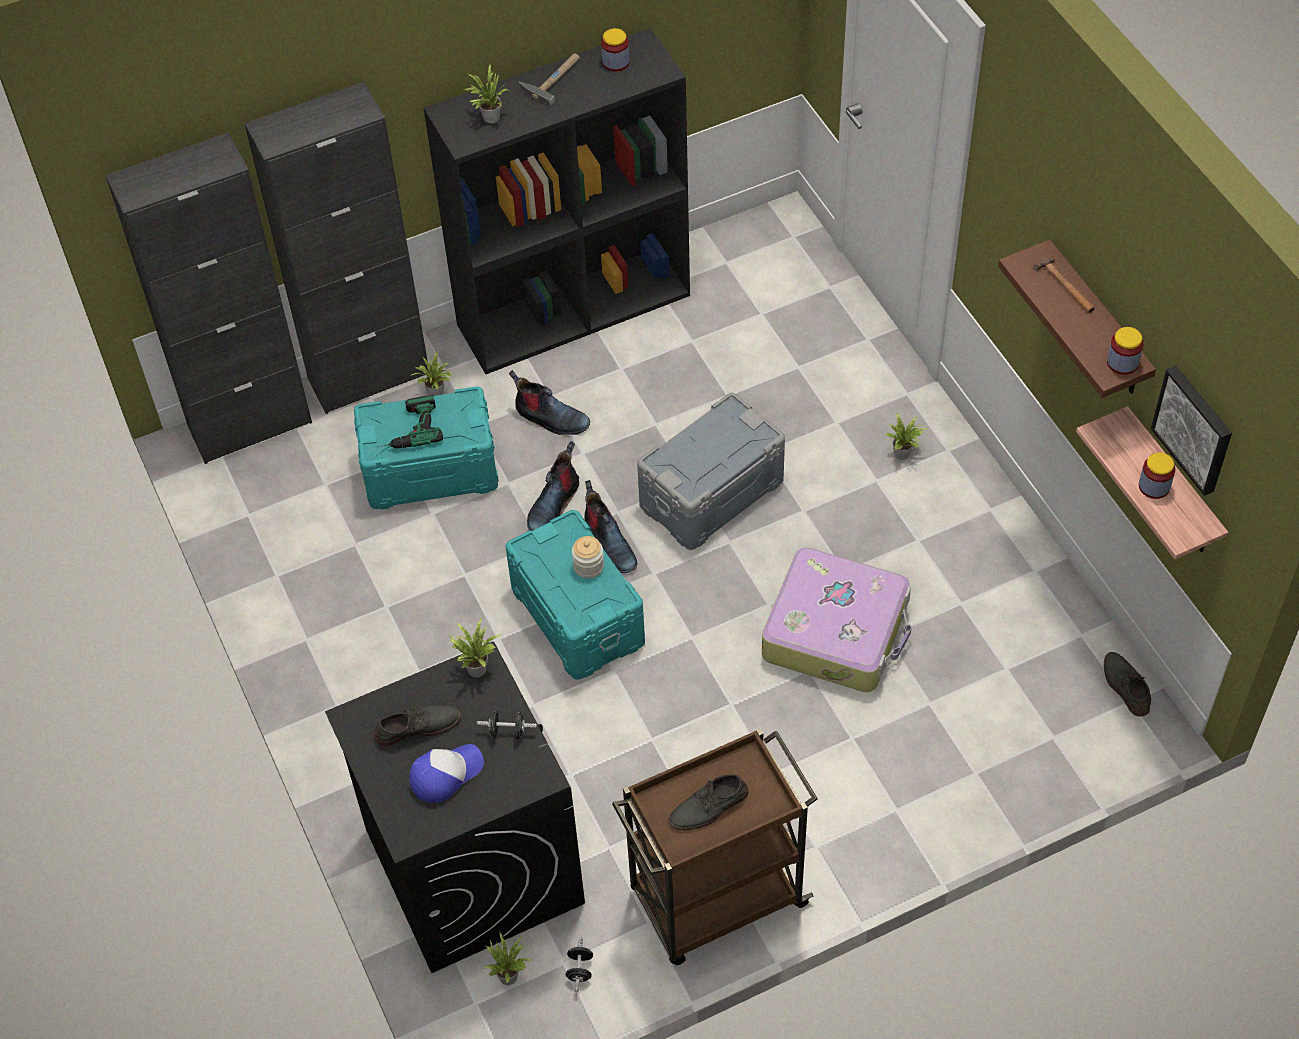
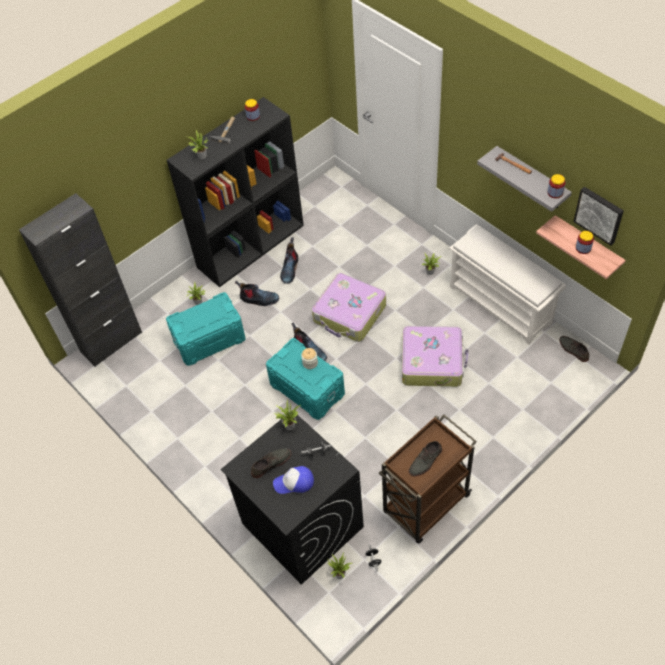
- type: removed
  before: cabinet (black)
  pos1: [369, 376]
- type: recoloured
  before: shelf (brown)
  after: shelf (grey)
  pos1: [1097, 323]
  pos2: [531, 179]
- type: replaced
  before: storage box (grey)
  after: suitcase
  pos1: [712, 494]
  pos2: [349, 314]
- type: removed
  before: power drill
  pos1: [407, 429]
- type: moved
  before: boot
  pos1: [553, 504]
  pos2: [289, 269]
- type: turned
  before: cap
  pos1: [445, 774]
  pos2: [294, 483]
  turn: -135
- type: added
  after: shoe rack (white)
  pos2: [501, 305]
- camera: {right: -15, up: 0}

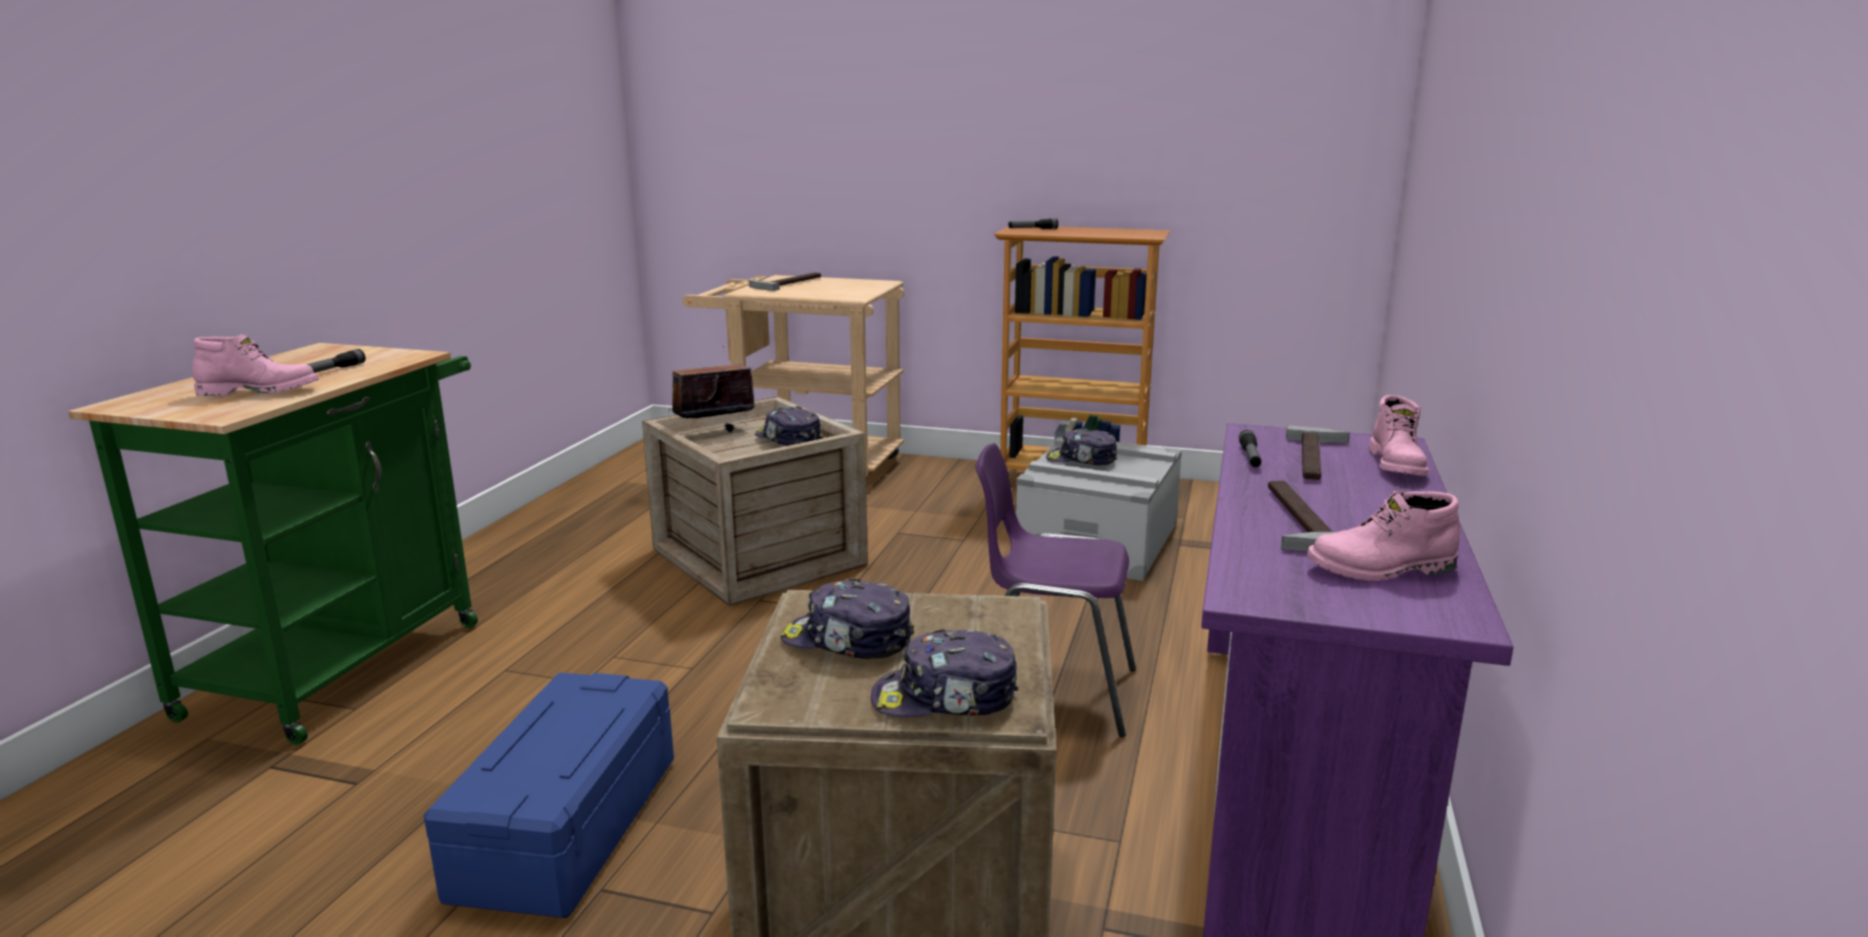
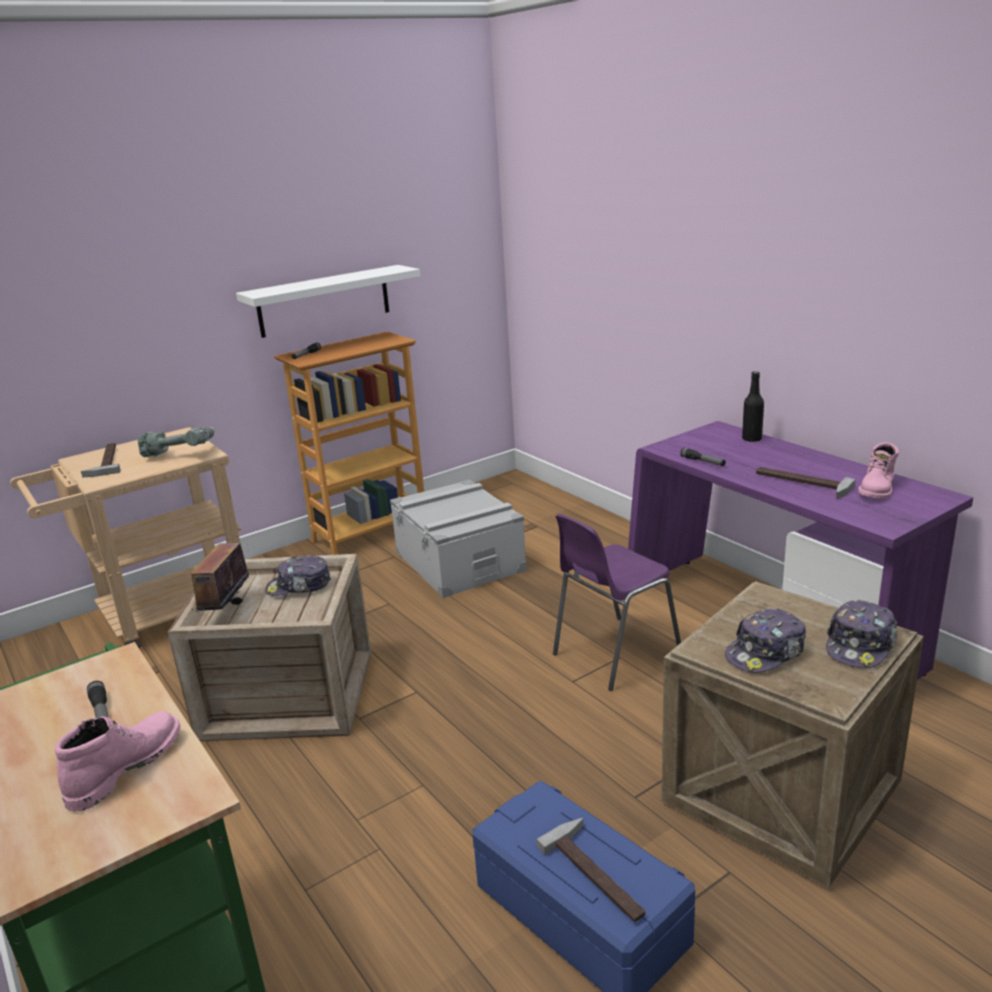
- type: replaced
  before: boot (pink)
  after: bottle (black)
  pos1: [1398, 465]
  pos2: [751, 439]
- type: moved
  before: hammer
  pos1: [1318, 459]
  pos2: [599, 873]
- type: removed
  before: cap
  pos1: [1081, 460]
- type: added
  after: shelf (white)
  pos2: [324, 301]
- type: added
  after: power drill
  pos2: [181, 453]
- camera: {right: -50, up: 5}

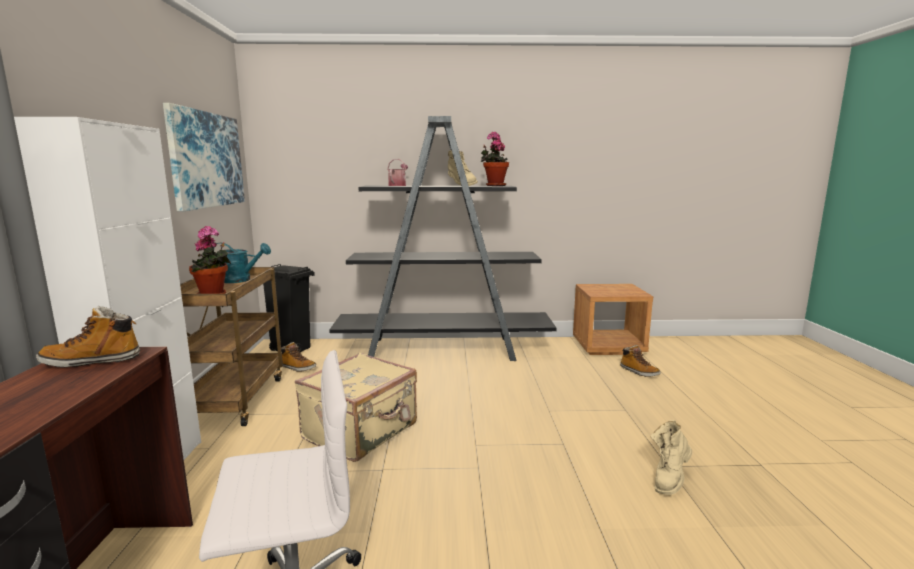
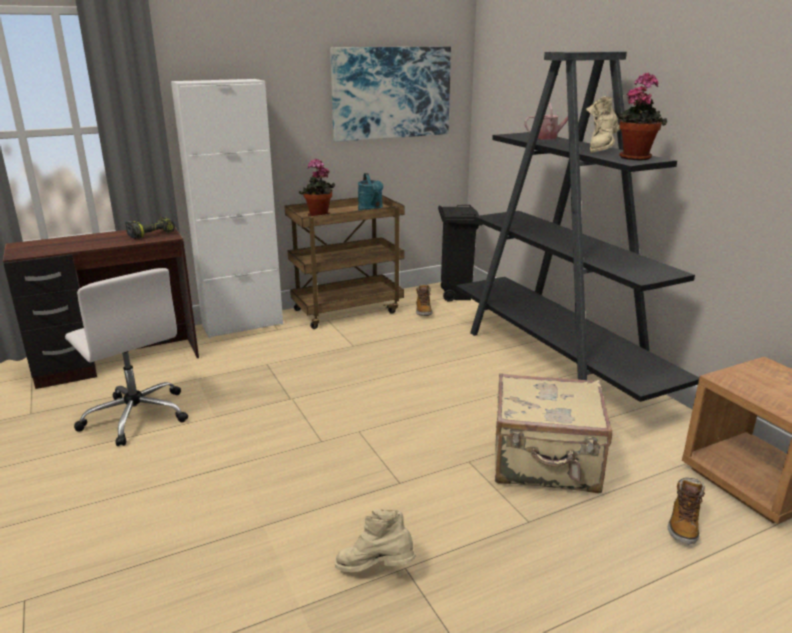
- type: replaced
  before: boot
  after: power drill
  pos1: [93, 361]
  pos2: [151, 233]
- type: moved
  before: suitcase (beige)
  pos1: [362, 432]
  pos2: [545, 464]
- camera: {right: 65, up: 10}

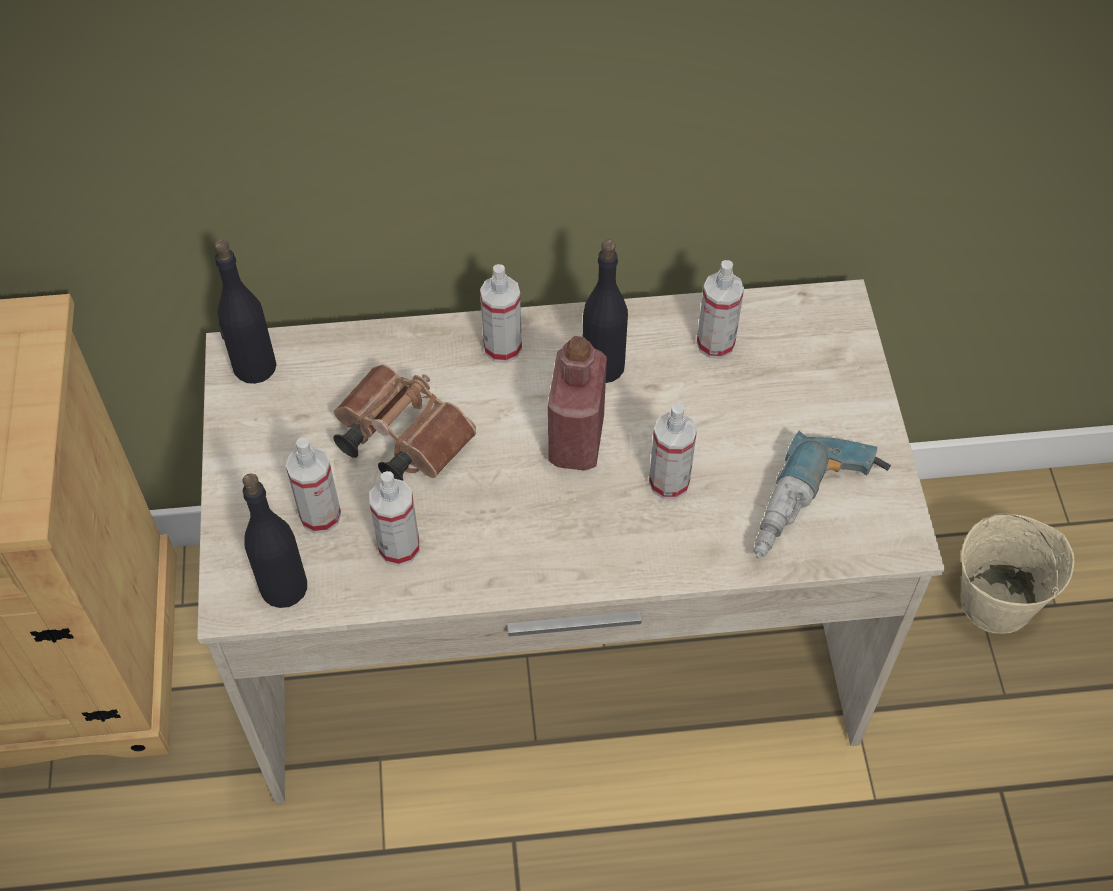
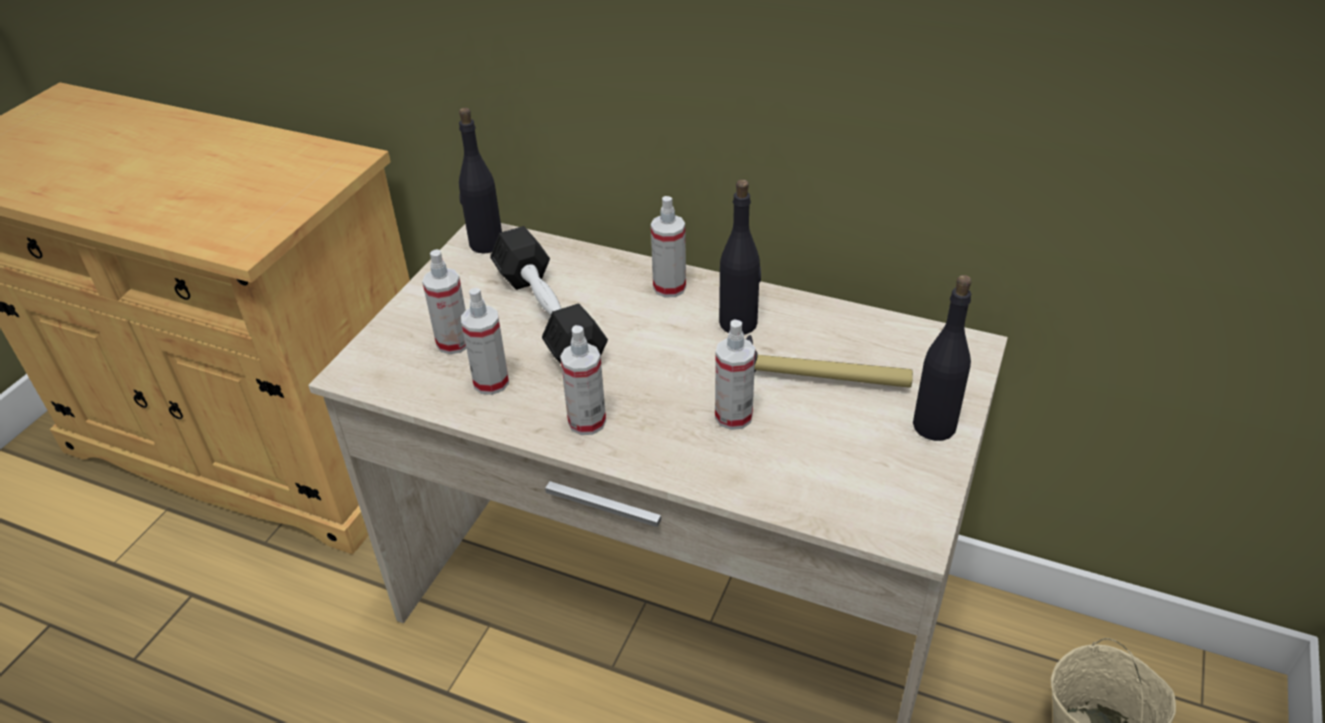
- type: moved
  before: spray bottle
  pos1: [715, 343]
  pos2: [587, 422]
- type: removed
  before: bottle (red)
  pos1: [576, 440]
- type: replaced
  before: binoculars (brown)
  after: dumbbell (black)
  pos1: [398, 438]
  pos2: [548, 316]
- type: removed
  before: power drill
  pos1: [816, 512]
- type: moved
  before: bottle (black)
  pos1: [283, 587]
  pos2: [934, 425]
- type: added
  after: hammer
  pos2: [821, 378]
- camera: {right: 30, up: -15}

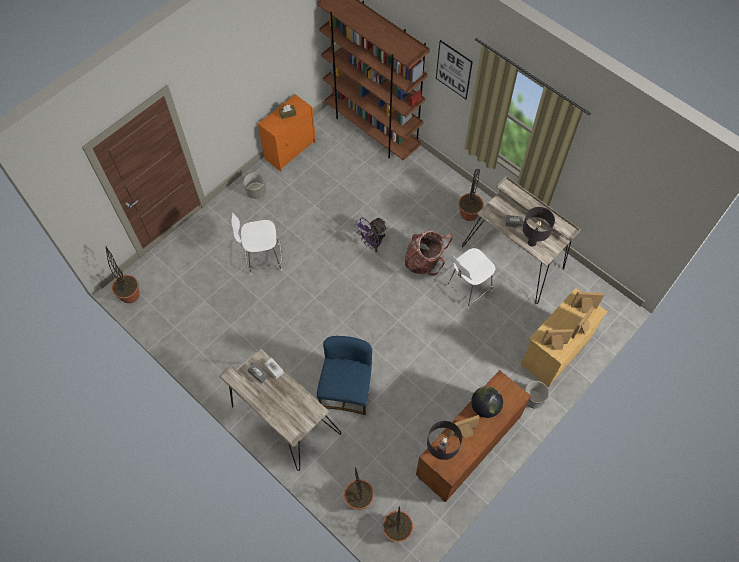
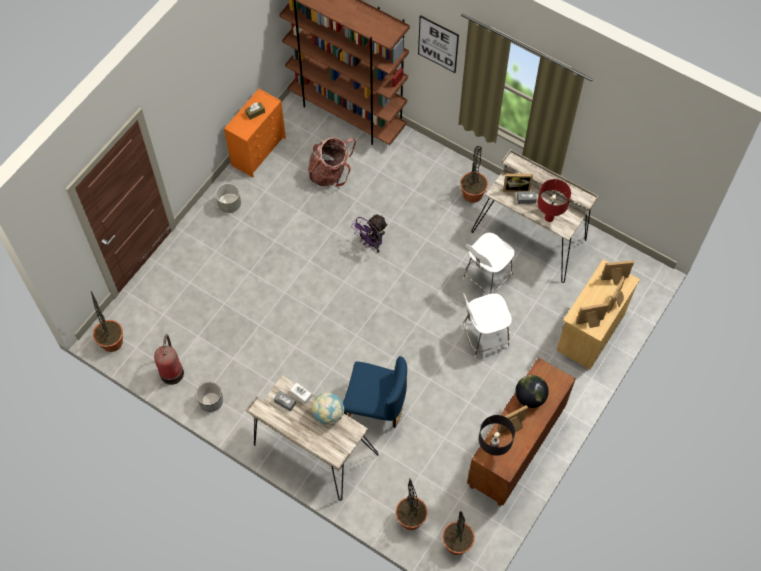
- type: recoloured
  before: table lamp (black)
  after: table lamp (red)
  pos1: [532, 243]
  pos2: [549, 218]
- type: moved
  before: chair (white)
  pos1: [263, 259]
  pos2: [483, 337]
- type: moved
  before: backpack
  pos1: [424, 261]
  pos2: [330, 173]
- type: turned
  before: chair (blue)
  pos1: [346, 390]
  pos2: [375, 407]
  turn: 105
- type: moved
  before: planter
  pos1: [533, 398]
  pos2: [211, 401]
- type: added
  after: picture frame
  pos2: [516, 188]
- type: added
  after: fire extinguisher
  pos2: [172, 371]
- type: added
  after: globe
  pos2: [328, 414]
- camera: {right: -10, up: 0}

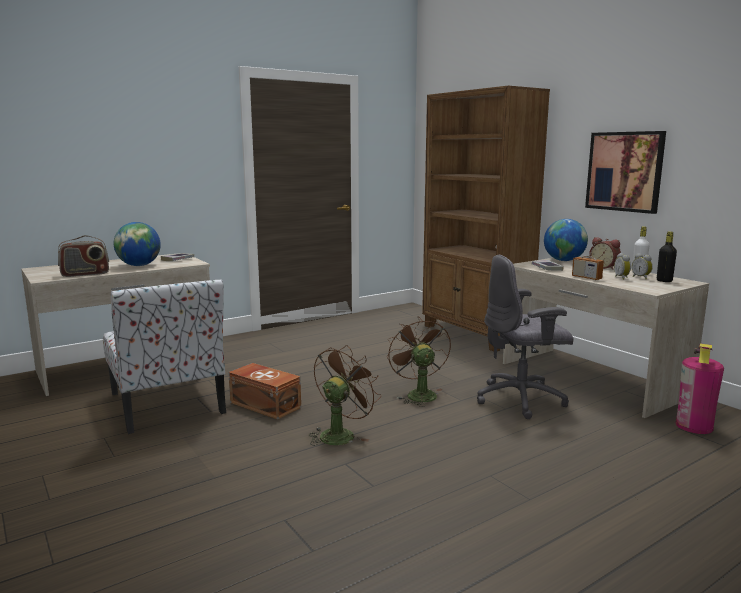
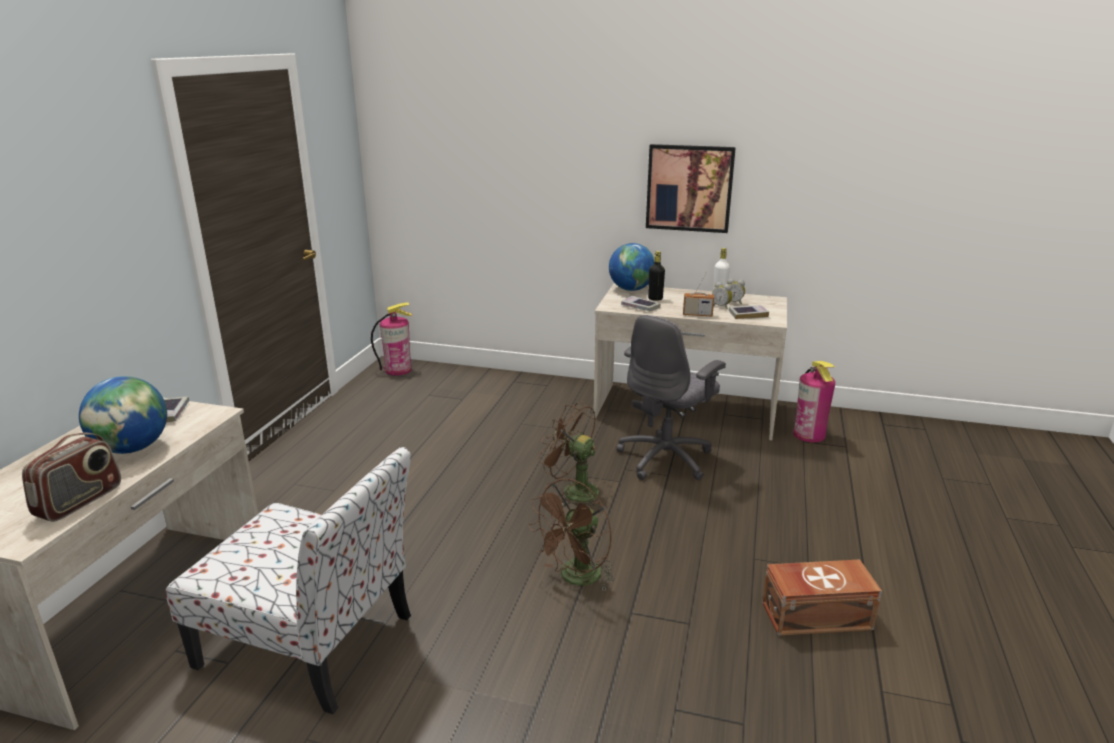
- type: removed
  before: bookcase (brown)
  pos1: [475, 334]
- type: moved
  before: bottle (black)
  pos1: [664, 281]
  pos2: [655, 299]
- type: removed
  before: alarm clock
  pos1: [604, 267]
- type: turned
  before: fan (brown)
  pos1: [341, 434]
  pos2: [575, 579]
  turn: -135
- type: moved
  before: storage box (brown)
  pos1: [265, 404]
  pos2: [814, 614]
- type: added
  after: fire extinguisher
  pos2: [398, 370]
- type: added
  after: book
  pos2: [748, 314]
- camera: {right: -40, up: 10}

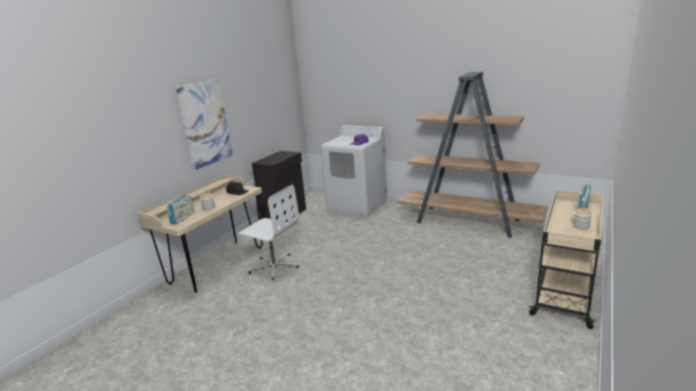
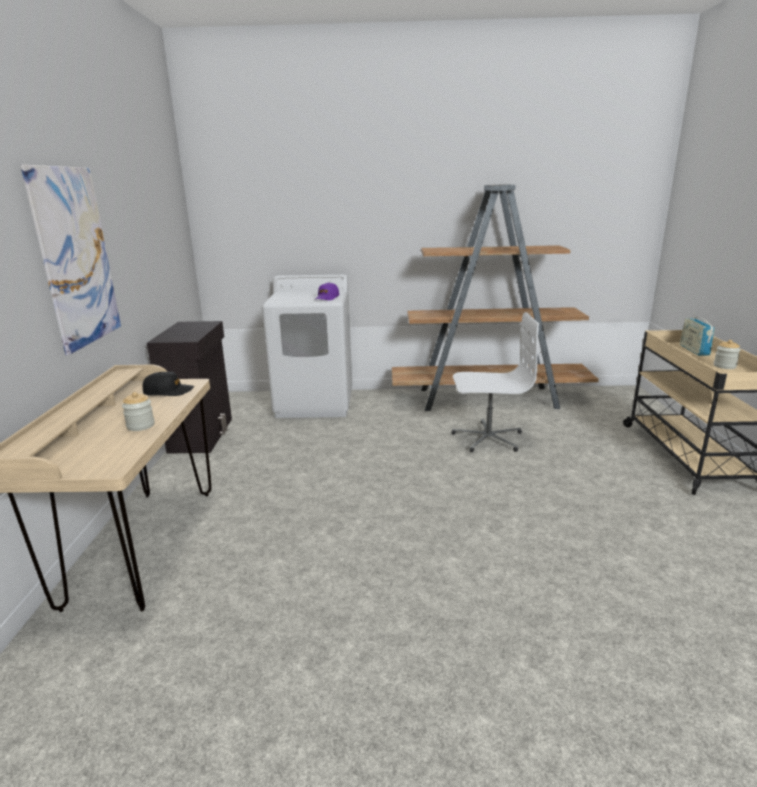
- type: moved
  before: office chair (white)
  pos1: [274, 266]
  pos2: [487, 438]
- type: removed
  before: radio
  pos1: [182, 218]
- camera: {right: -30, up: 0}

